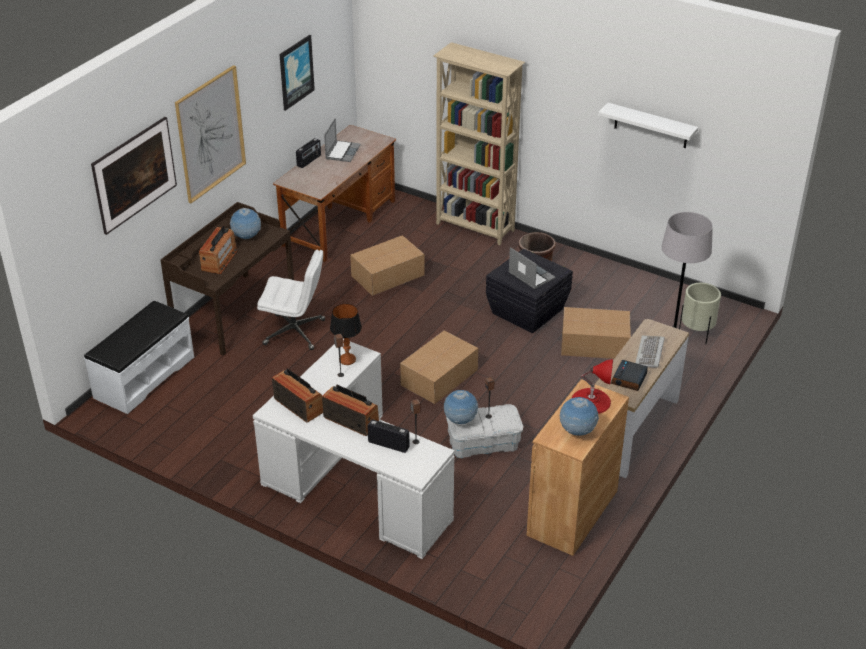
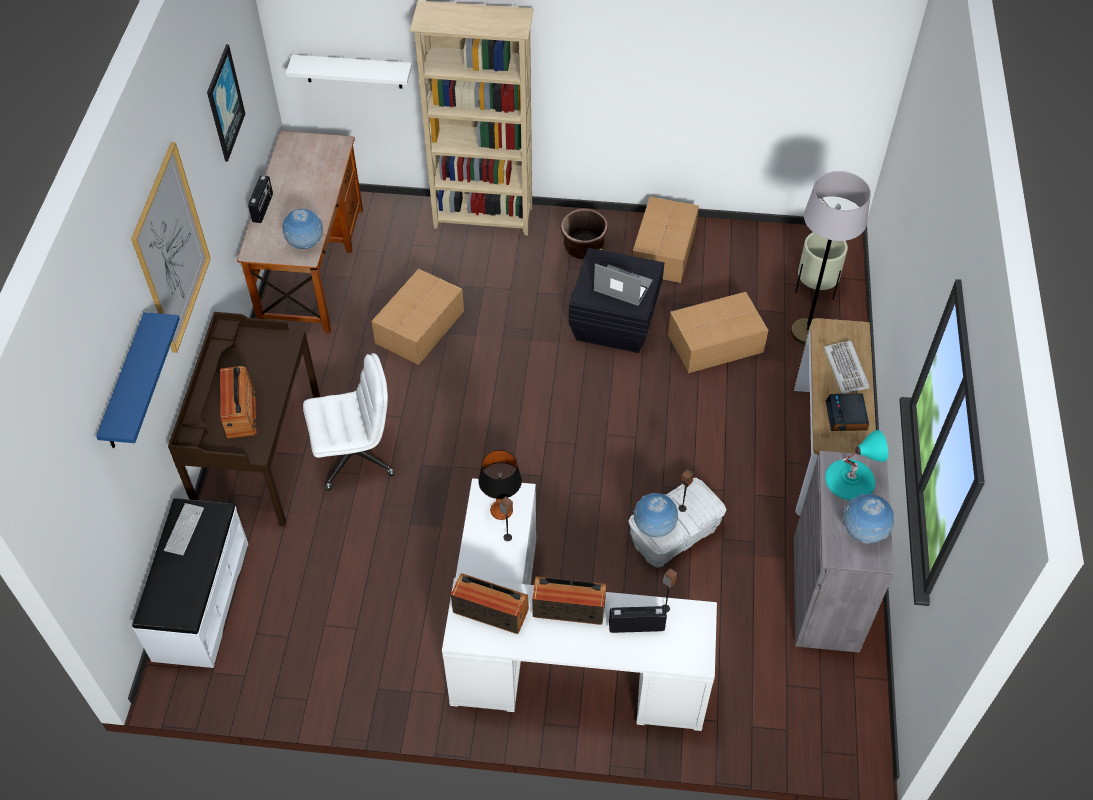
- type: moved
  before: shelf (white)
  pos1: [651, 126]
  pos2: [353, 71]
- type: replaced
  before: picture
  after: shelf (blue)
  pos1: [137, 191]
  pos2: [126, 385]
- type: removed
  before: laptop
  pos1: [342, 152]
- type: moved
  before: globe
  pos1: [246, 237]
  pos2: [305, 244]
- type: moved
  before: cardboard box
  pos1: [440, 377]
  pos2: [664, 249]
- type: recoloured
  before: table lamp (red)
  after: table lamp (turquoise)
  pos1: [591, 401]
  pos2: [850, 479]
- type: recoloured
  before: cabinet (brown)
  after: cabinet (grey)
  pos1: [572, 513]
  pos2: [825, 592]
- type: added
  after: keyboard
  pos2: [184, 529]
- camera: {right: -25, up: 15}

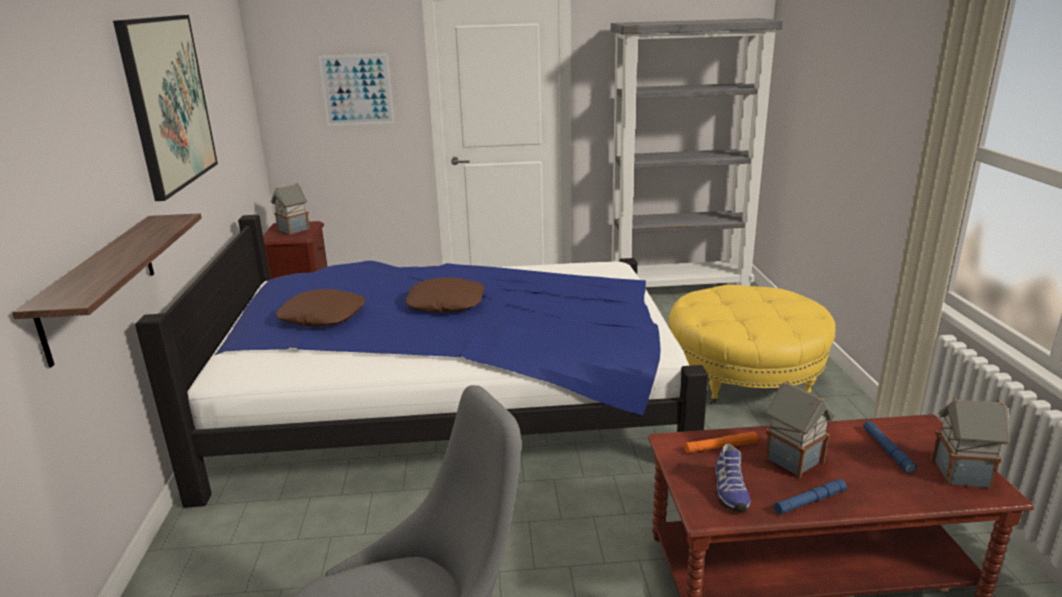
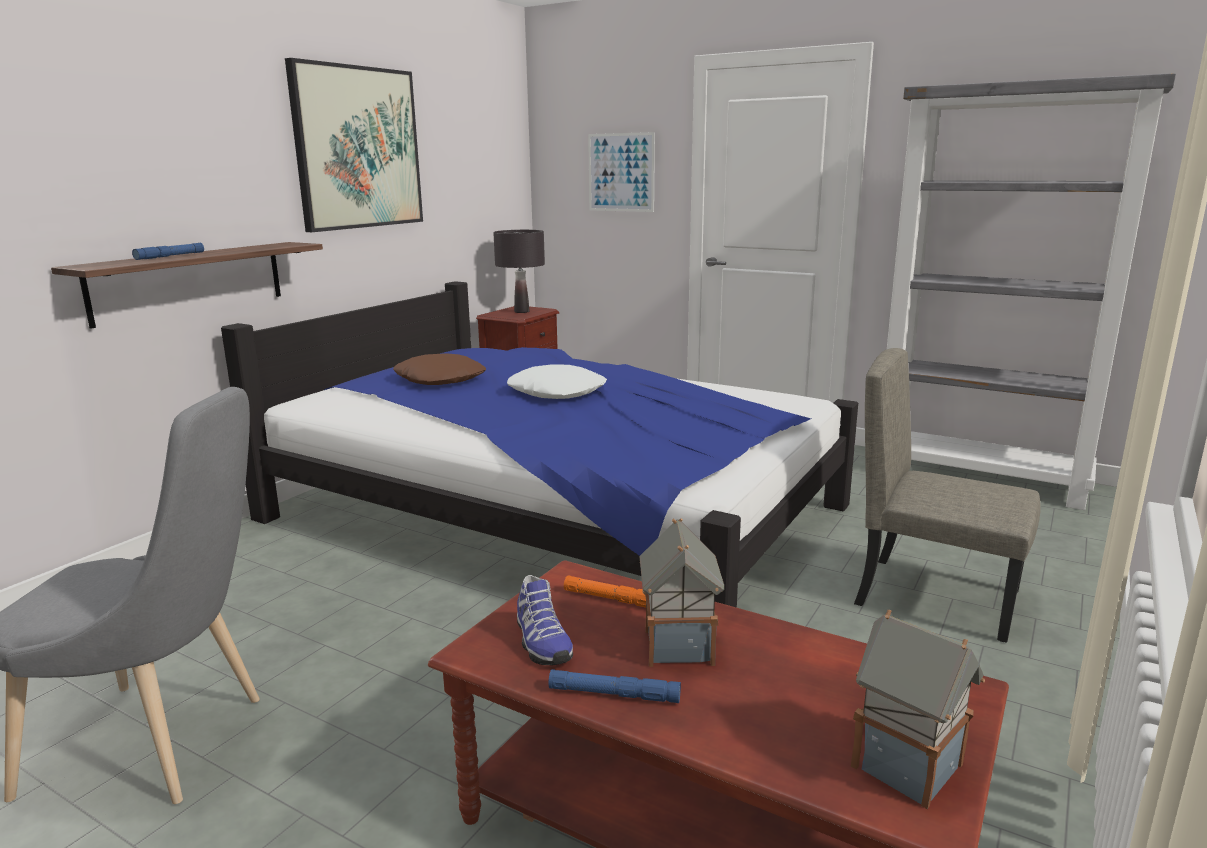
- type: replaced
  before: toy house
  after: table lamp (black)
  pos1: [293, 230]
  pos2: [521, 311]
- type: recoloured
  before: pillow (brown)
  after: pillow (white)
  pos1: [446, 303]
  pos2: [557, 392]
- type: replaced
  before: ottoman (yellow)
  after: chair (beige)
  pos1: [744, 377]
  pos2: [937, 596]
- type: moved
  before: flashlight (blue)
  pos1: [887, 450]
  pos2: [170, 256]
- type: turned
  before: shoe
  pos1: [729, 491]
  pos2: [540, 642]
  turn: -60
- camera: {right: 35, up: -5}

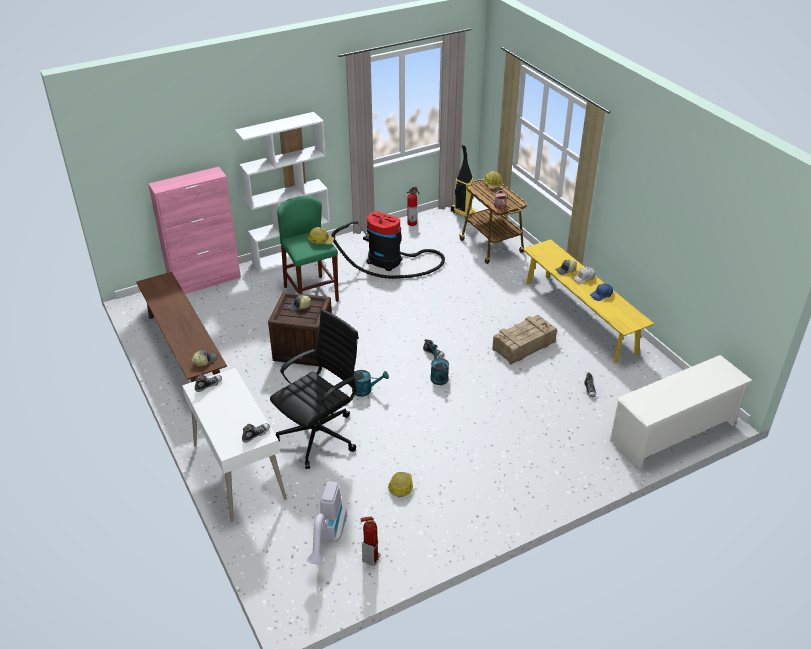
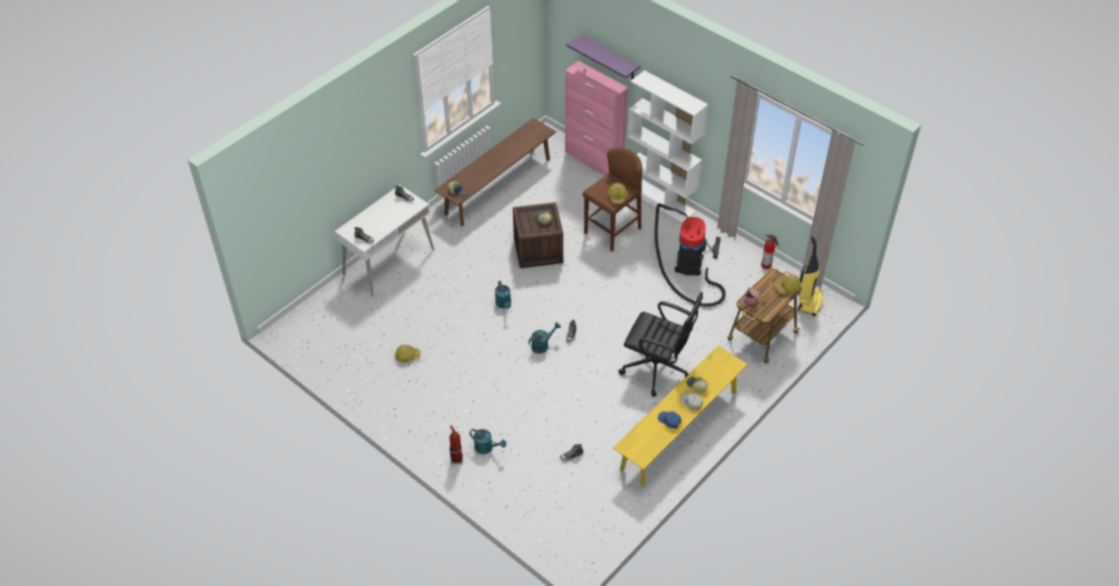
- type: recoloured
  before: stool (green)
  after: stool (brown)
  pos1: [311, 294]
  pos2: [612, 231]
- type: moved
  before: office chair (black)
  pos1: [319, 435]
  pos2: [658, 368]
- type: removed
  before: crate
  pos1: [523, 345]
- type: removed
  before: shoe rack (white)
  pos1: [673, 433]
- type: removed
  before: vacuum cleaner
  pos1: [328, 539]
- type: moved
  before: fire extinguisher
  pos1: [371, 558]
  pos2: [457, 459]
- type: added
  after: shelf (purple)
  pos2: [609, 58]
- type: added
  after: watering can (turquoise)
  pos2: [486, 448]
- camera: {right: 70, up: 10}

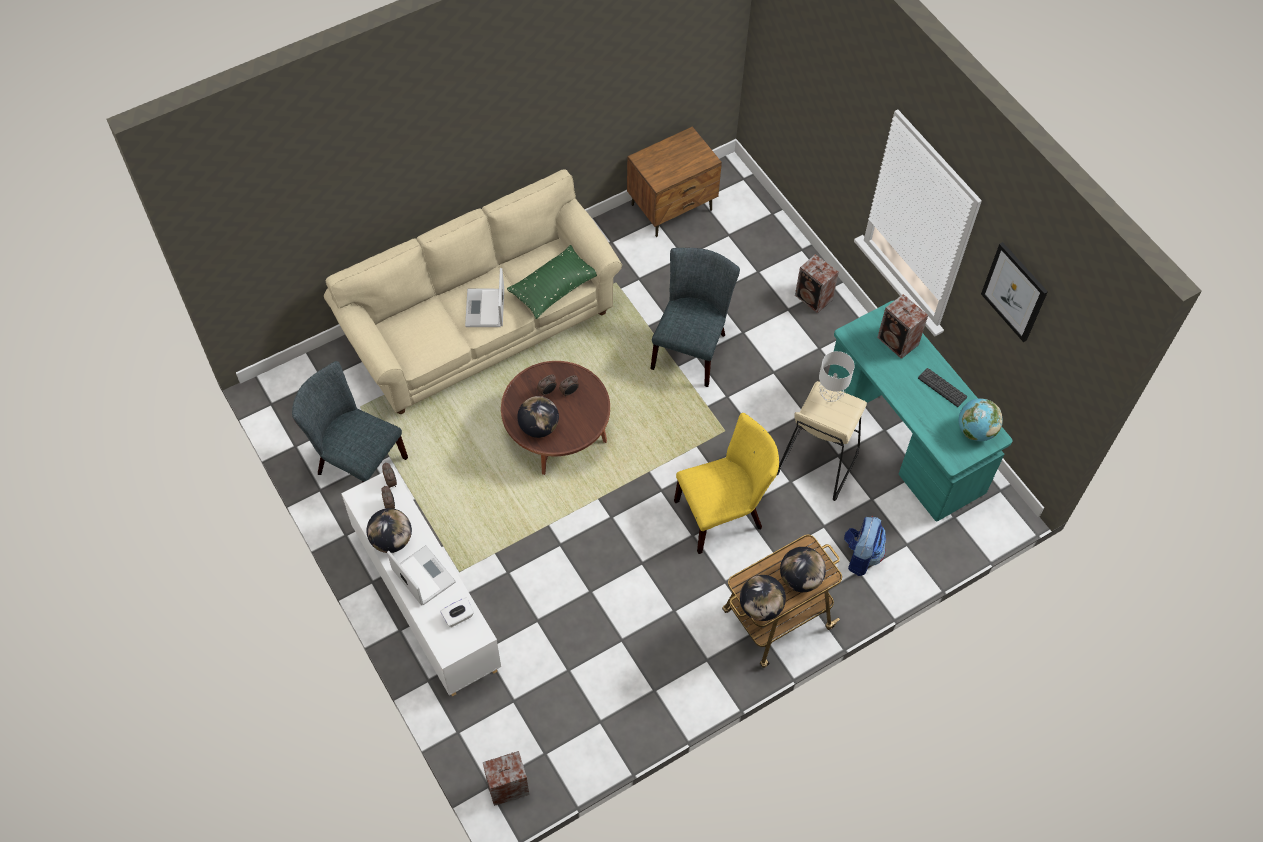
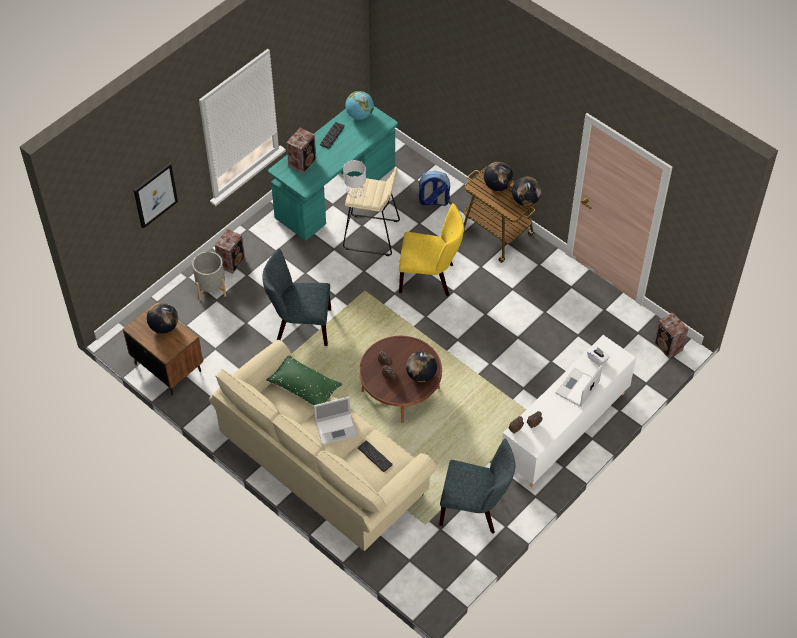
- type: moved
  before: picture
  pos1: [1014, 292]
  pos2: [155, 195]
- type: turned
  before: chair (grey)
  pos1: [356, 464]
  pos2: [475, 509]
  turn: -90
- type: turned
  before: chair (yellow)
  pos1: [724, 513]
  pos2: [430, 277]
  turn: 135
- type: moved
  before: globe
  pos1: [391, 540]
  pos2: [164, 327]
- type: added
  after: planter (grey)
  pos2: [211, 287]
- type: added
  after: keyboard
  pos2: [375, 456]
- camera: {right: -105, up: -5}

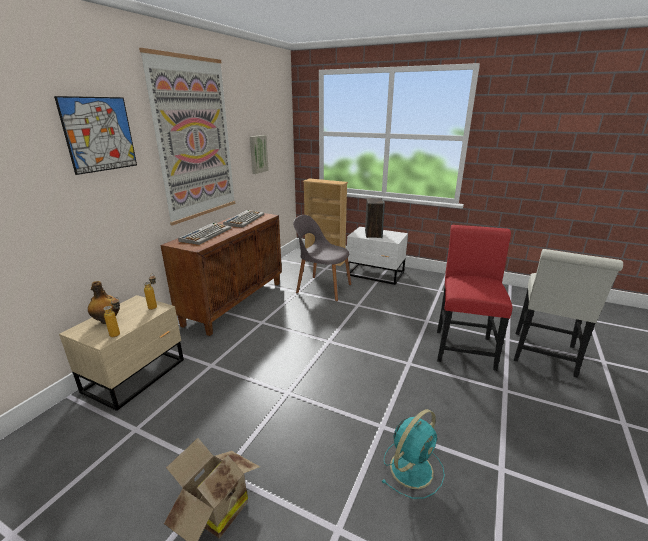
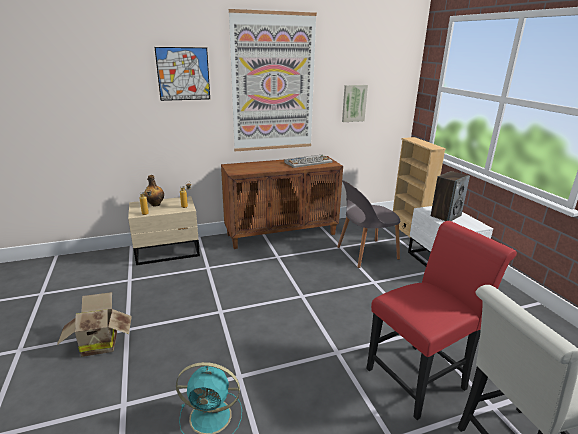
- type: turned
  before: chair (grey)
  pos1: [322, 288]
  pos2: [365, 253]
  turn: -90
- type: removed
  before: keyboard
  pos1: [206, 234]
- camera: {right: 45, up: 0}

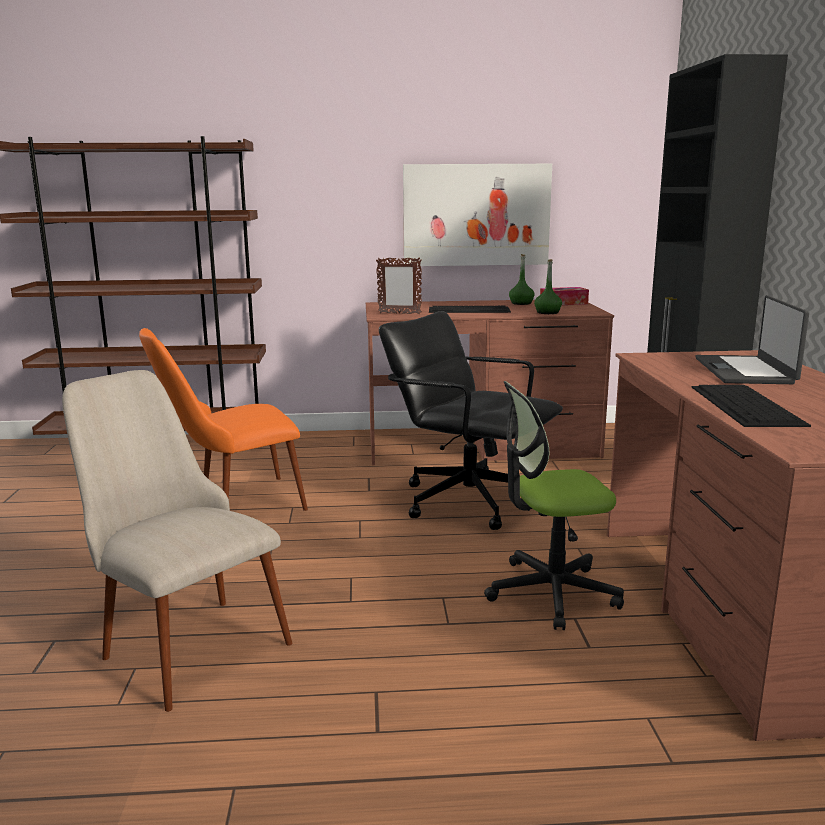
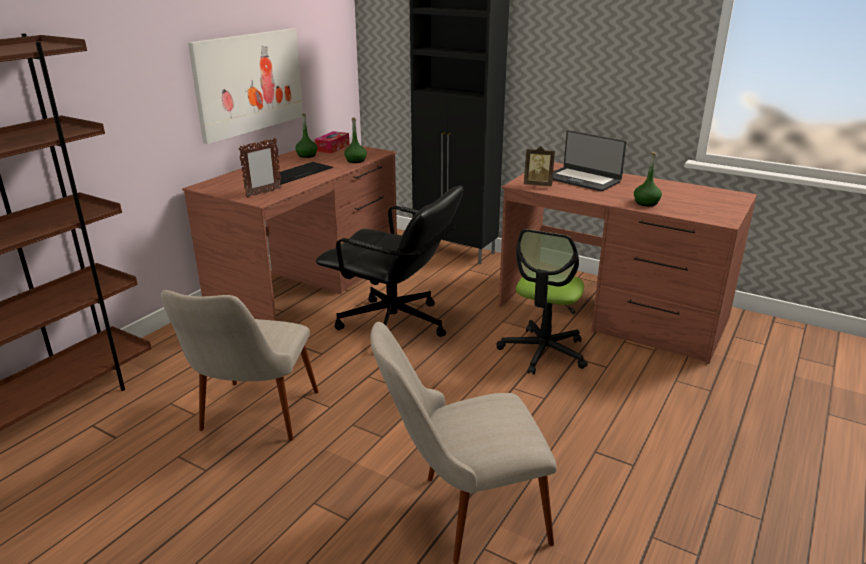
- type: turned
  before: office chair (black)
  pos1: [468, 500]
  pos2: [394, 325]
  turn: -135
- type: recoloured
  before: chair (orange)
  after: chair (beige)
  pos1: [232, 504]
  pos2: [253, 423]
- type: replaced
  before: keyboard
  after: bottle (green)
  pos1: [747, 405]
  pos2: [646, 203]
- type: added
  after: picture frame
  pos2: [538, 185]
- camera: {right: -55, up: 10}

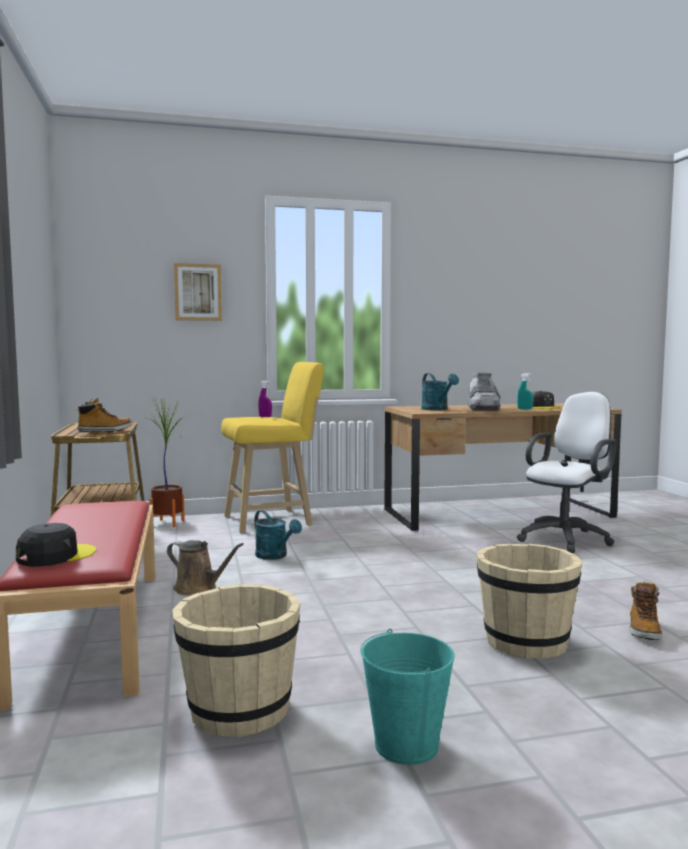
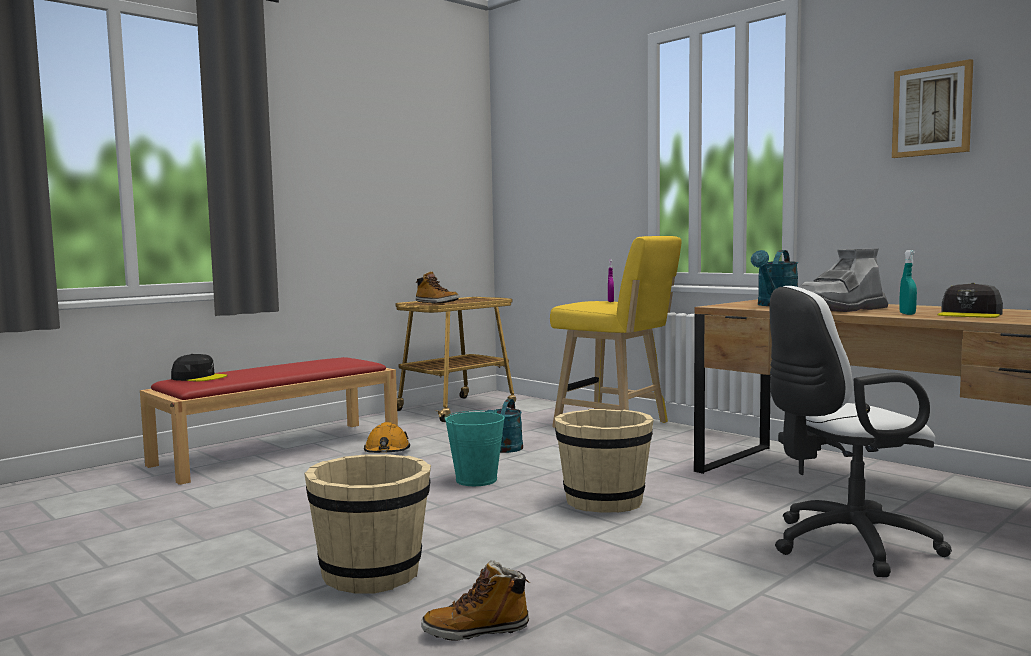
- type: moved
  before: picture
  pos1: [198, 292]
  pos2: [932, 111]
- type: turned
  before: office chair (white)
  pos1: [567, 538]
  pos2: [844, 545]
  turn: 150
- type: removed
  before: potted plant
  pos1: [167, 523]
- type: replaced
  before: watering can (brown)
  after: hard hat (orange)
  pos1: [198, 588]
  pos2: [387, 451]
- type: moved
  before: bucket (beige)
  pos1: [239, 710]
  pos2: [604, 501]
- type: moved
  before: bucket (turquoise)
  pos1: [407, 745]
  pos2: [476, 480]
- camera: {right: 60, up: 0}

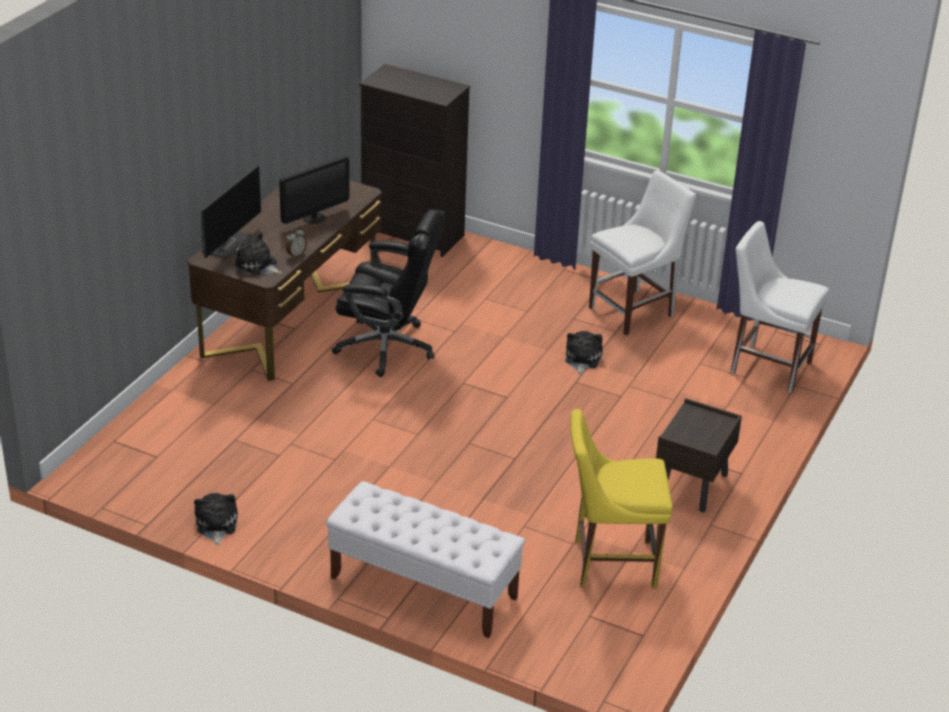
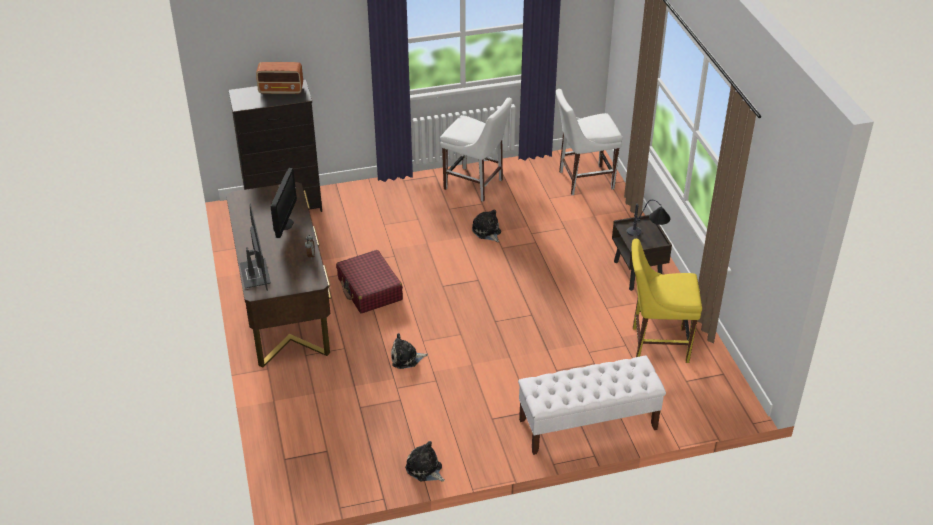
- type: turned
  before: chair (white)
  pos1: [635, 311]
  pos2: [476, 185]
  turn: 105
- type: replaced
  before: office chair (black)
  after: suitcase (red)
  pos1: [388, 347]
  pos2: [369, 289]
- type: moved
  before: plush toy
  pos1: [257, 266]
  pos2: [406, 358]
- type: turned
  before: chair (yellow)
  pos1: [610, 562]
  pos2: [656, 344]
  turn: 45
- type: added
  after: radio
  pos2: [281, 90]
- type: added
  after: table lamp
  pos2: [648, 236]
- camera: {right: -40, up: 5}

